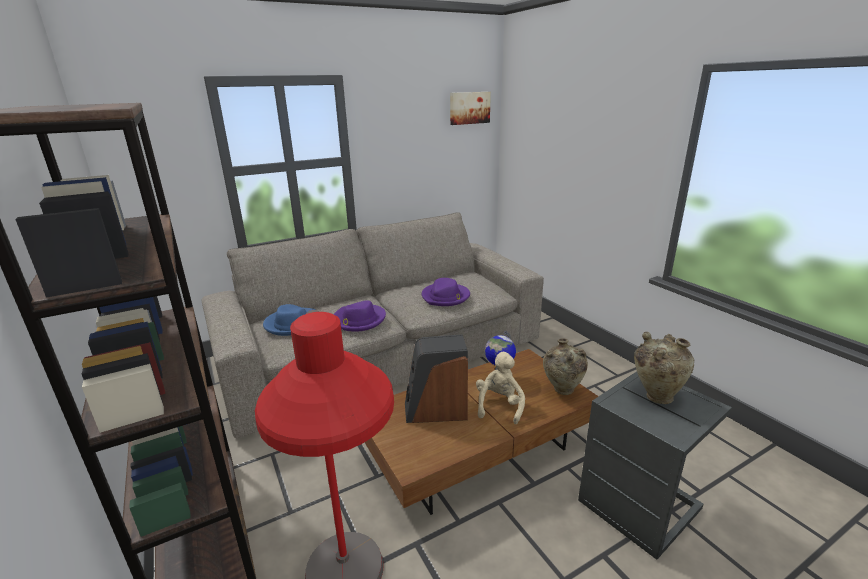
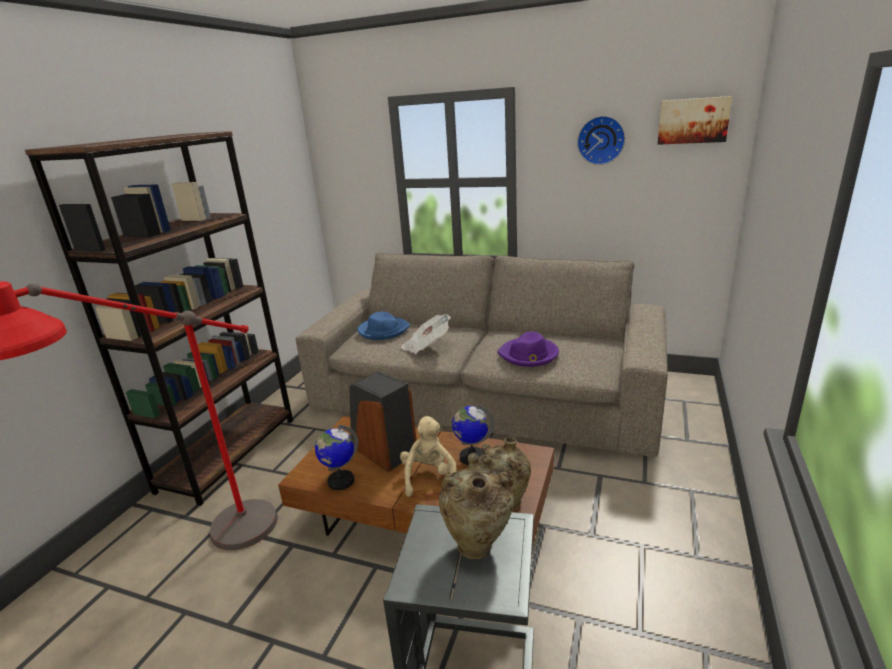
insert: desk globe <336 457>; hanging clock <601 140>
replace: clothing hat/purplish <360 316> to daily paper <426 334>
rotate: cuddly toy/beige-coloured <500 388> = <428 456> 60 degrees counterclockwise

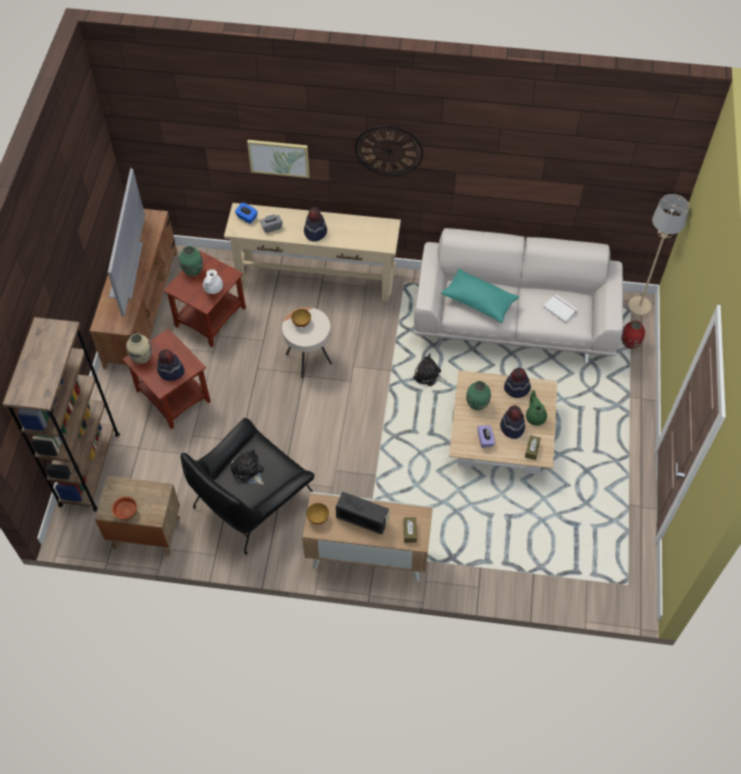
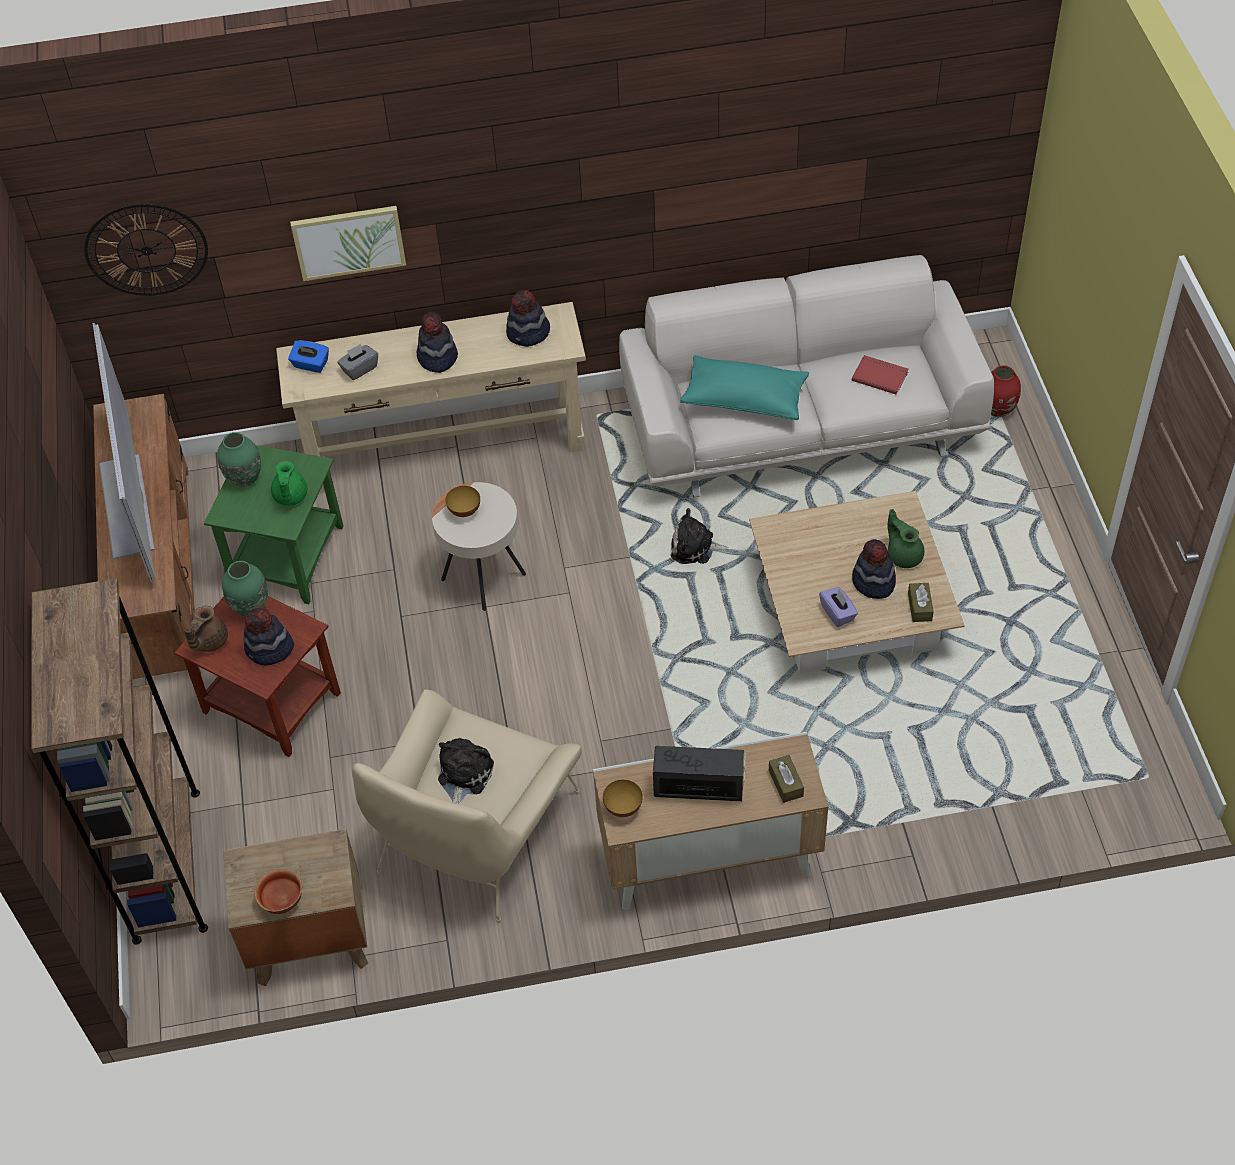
delete: floor lamp/beige-coloured <658 255>
move: hanging clock <389 151> to <146 250>; decorative vase/greenish <478 395> to <245 588>; clothing hat <517 383> to <528 318>
replace: decorative vase/beige-coloured <139 349> to teapot/brown-coloured <206 629>
recolor: side table/brown-coloured <204 299> to side table/greenish <274 524>; teapot/whitish <213 281> to teapot/greenish <289 483>; easy chair/black-coloured <247 486> to easy chair/beige-coloured <467 806>; volume/whitish <560 308> to volume/red <880 375>
rotate: cuddly toy <247 467> = <466 771> 75 degrees clockwise

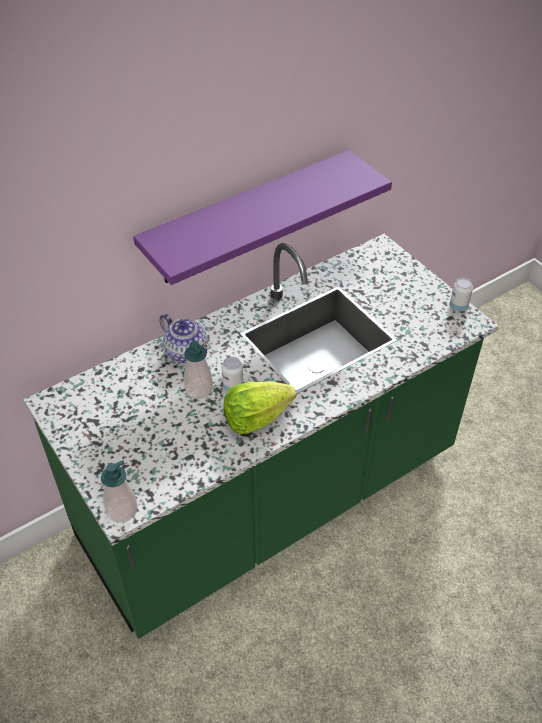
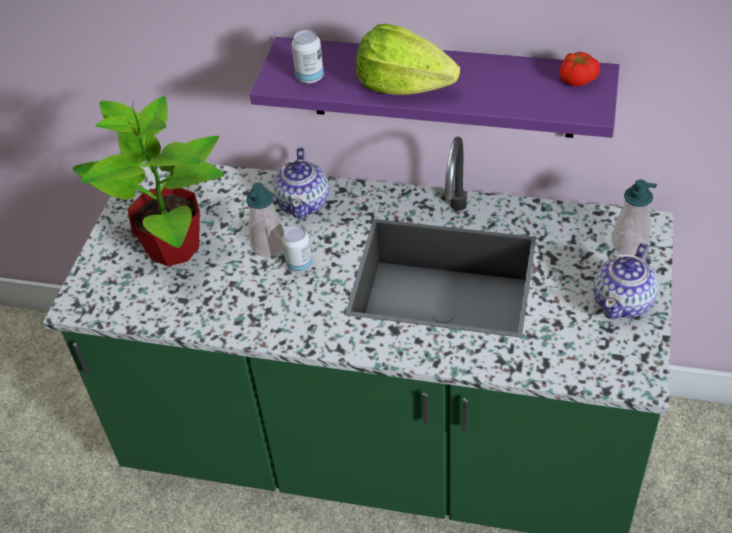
insert: potted plant <149 181>; tomato <579 69>; teapot <626 281>
move: metal can <461 295> to <308 57>; head of lettuce <260 407> to <408 59>; soap dispenser <119 491> to <634 218>

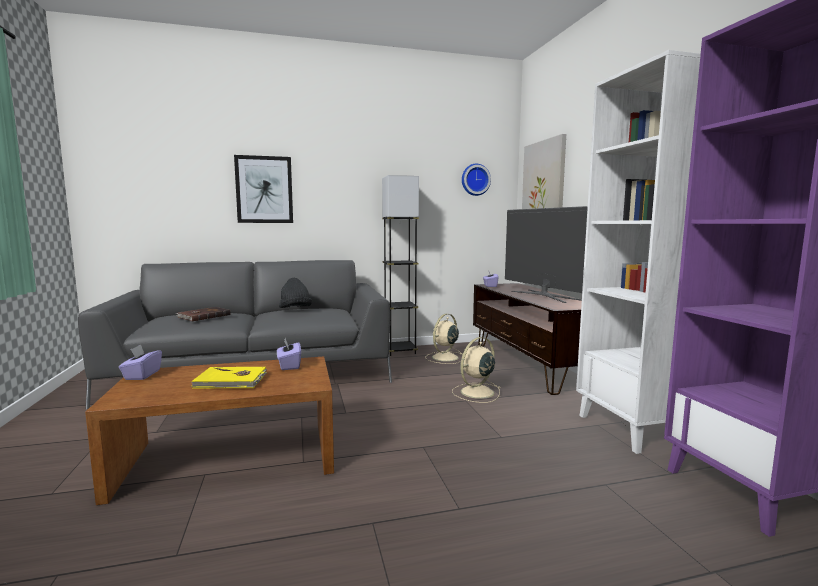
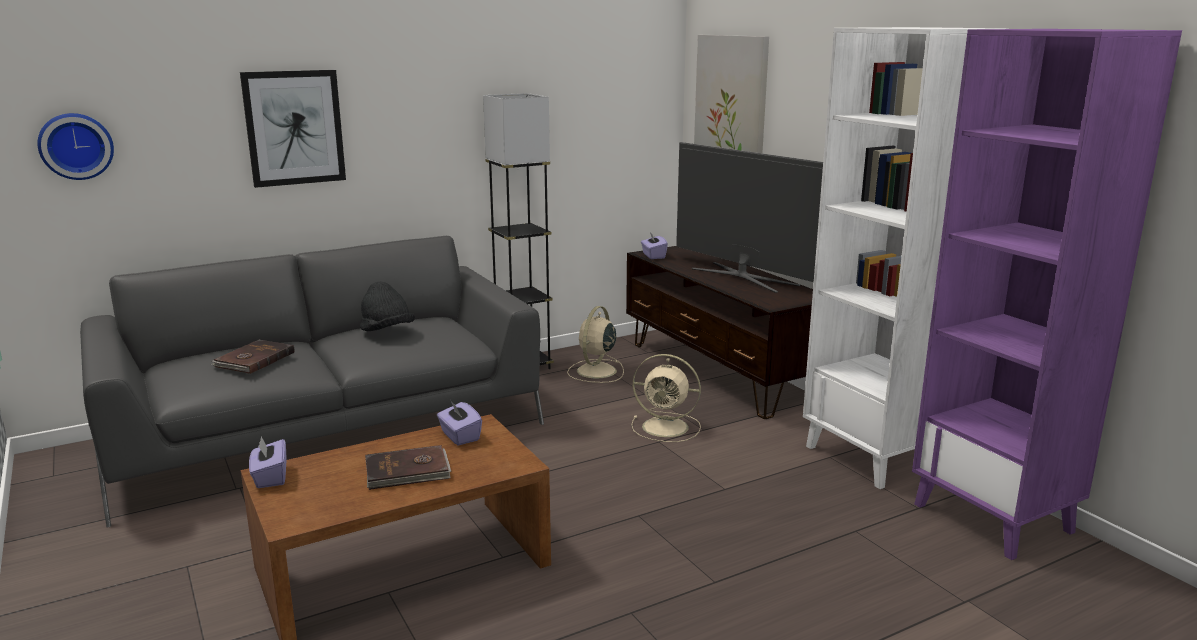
move: hanging clock <476 180> to <75 146>
recolor: volume/yellow <229 378> to volume/brown-coloured <408 467>
rotate: electric fan/beige-coloured <476 370> = <666 398> 105 degrees counterclockwise

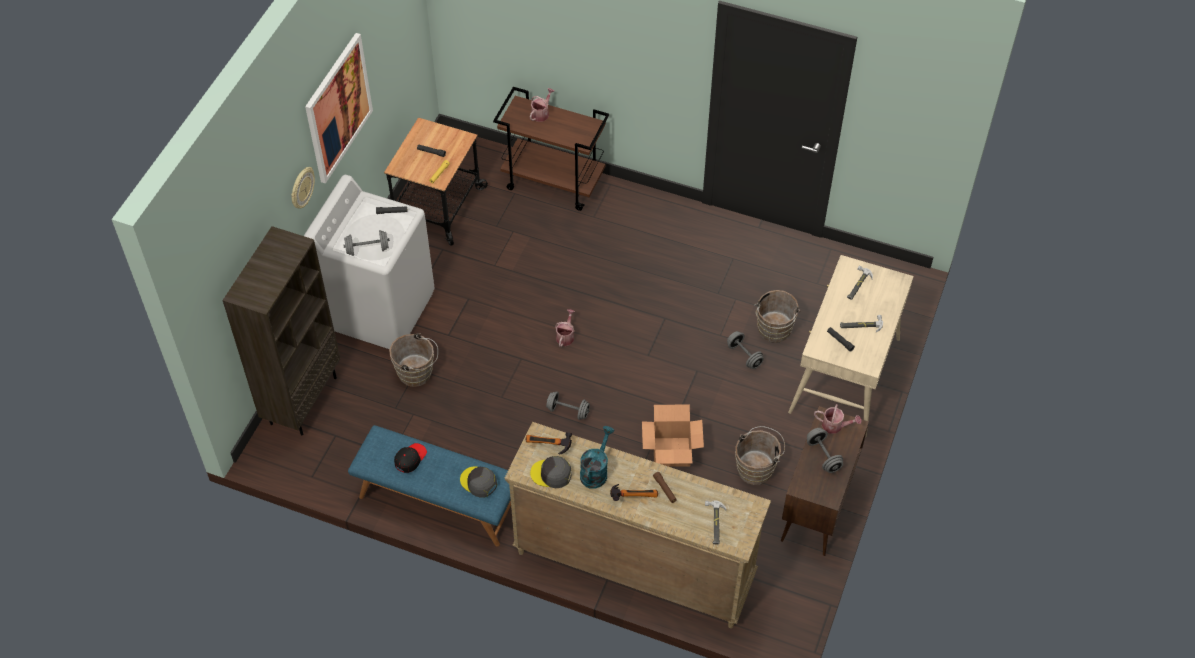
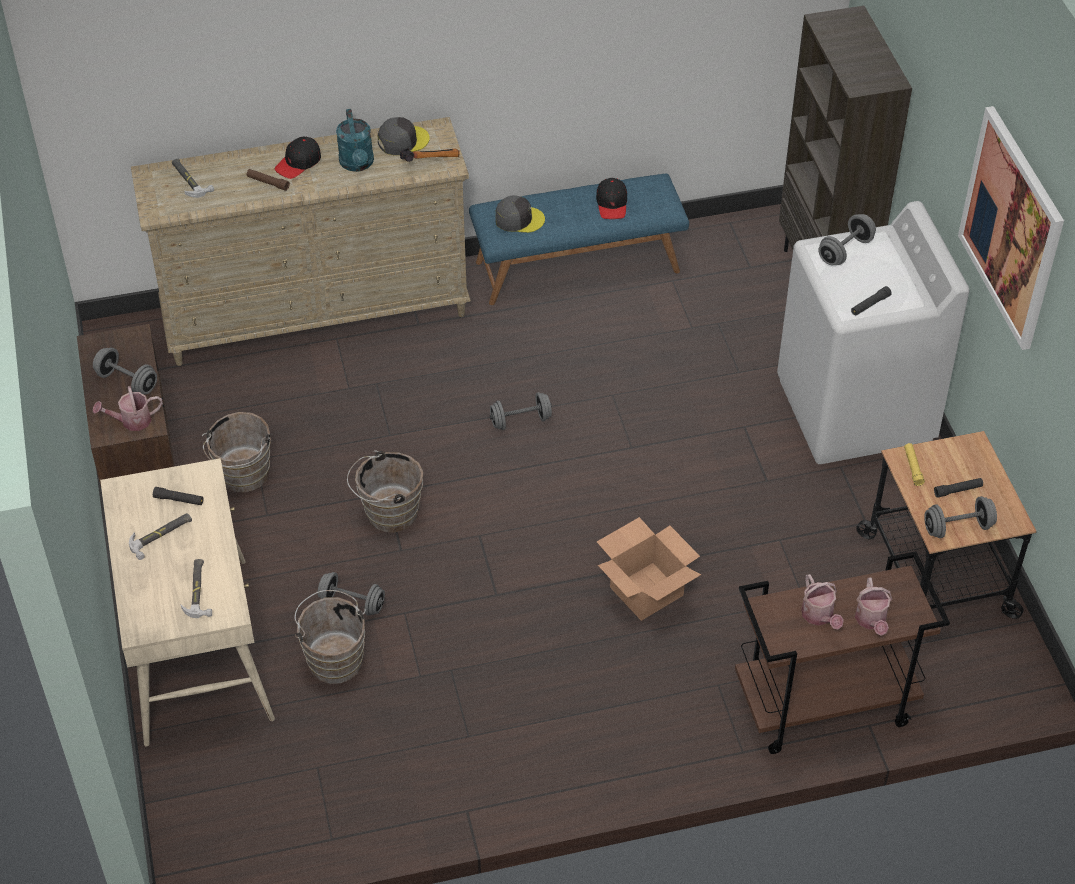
delete: hanging clock <303 188>
insert: dumbbell/gray <960 517>
move: pail/brown-coloured <413 360> to <385 491>; carton <673 435> to <649 569>; watering pot <565 328> to <822 601>
replace: hand hammer <634 492> to cap/black-coloured <298 157>

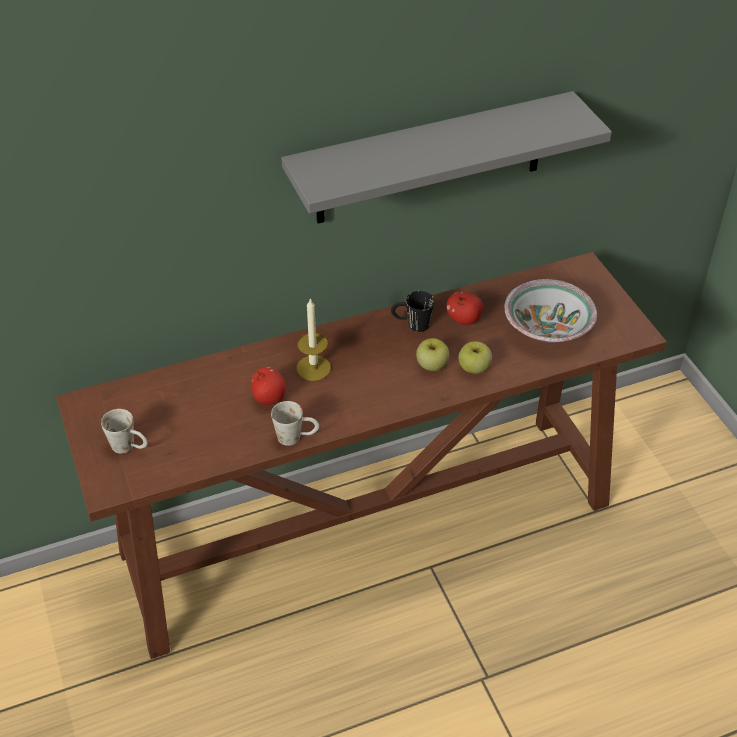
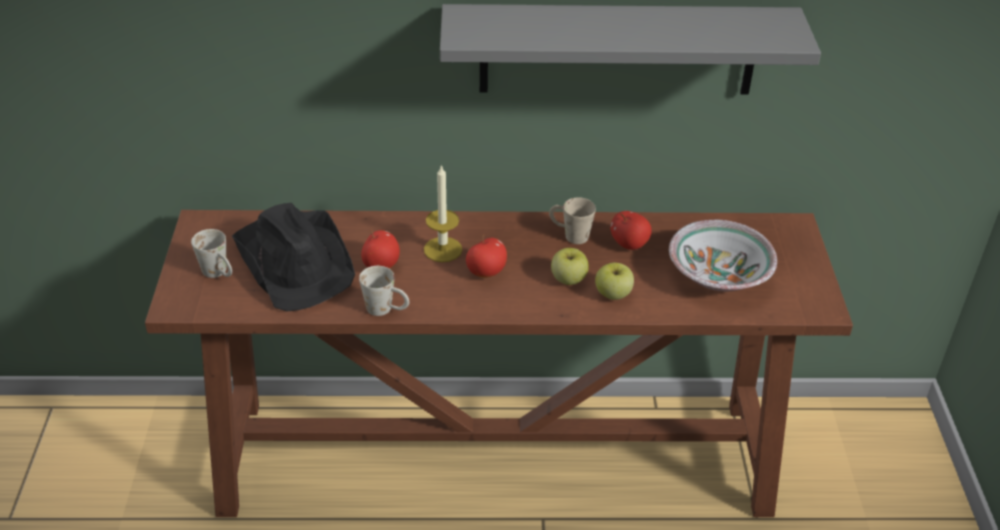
insert: clothing hat/black-coloured <293 257>; apple fruit <486 256>
recolor: coffee mug/black-coloured <412 311> to coffee mug/beige-coloured <572 220>

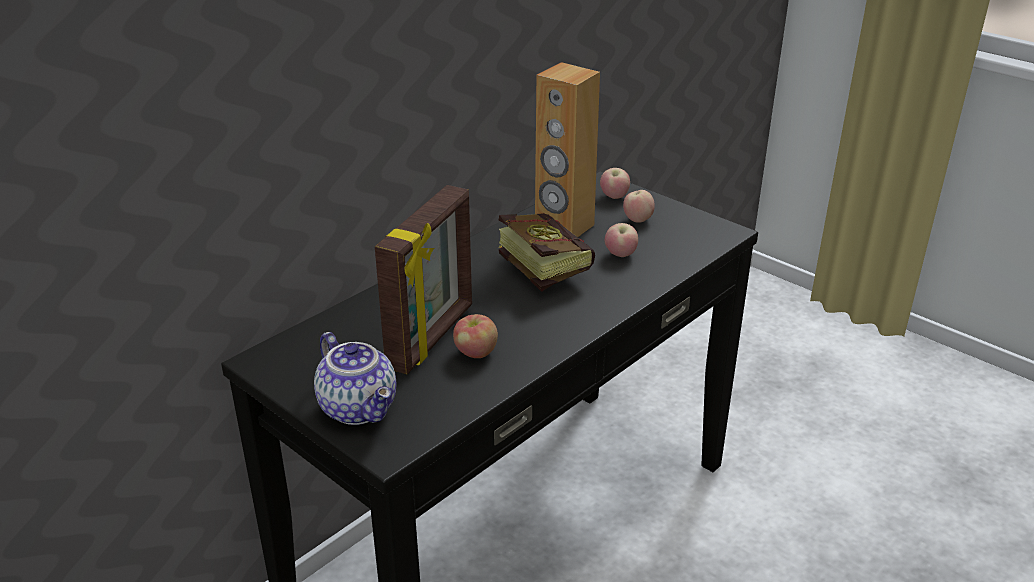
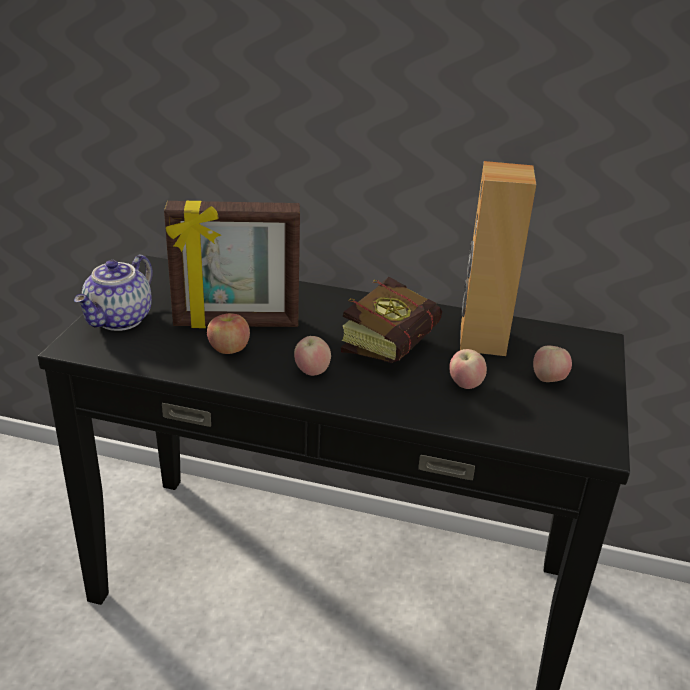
move: apple fruit <615 183> to <312 356>

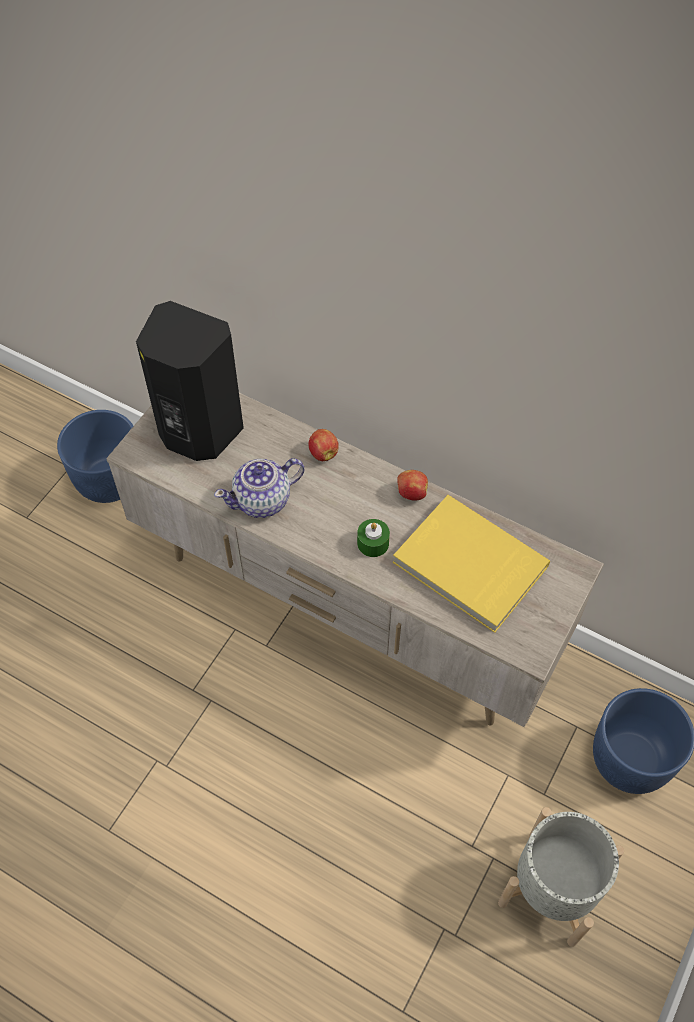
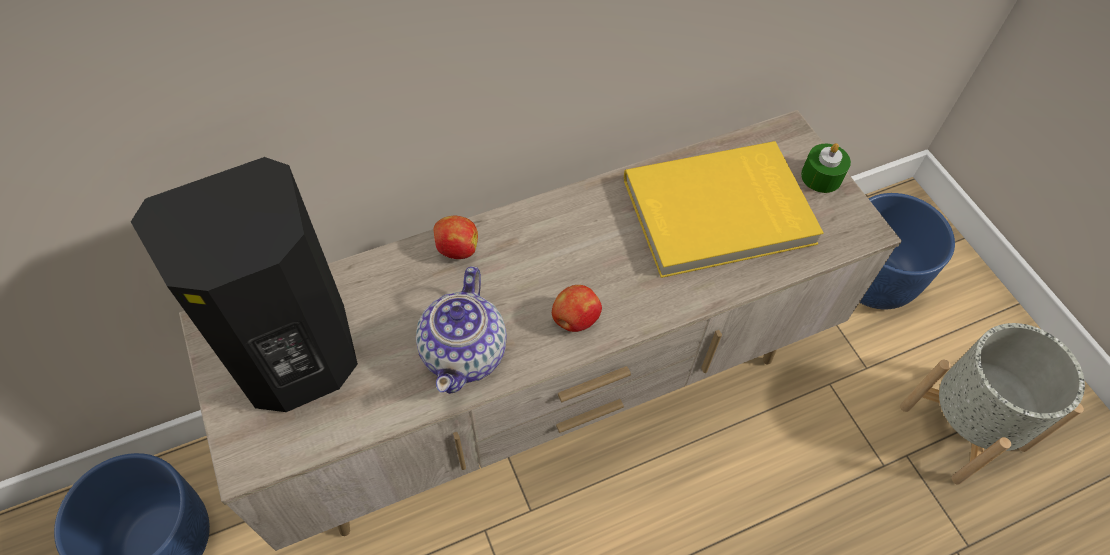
move: apple fruit <412 485> to <577 308>; candle/greenish <373 538> to <826 168>

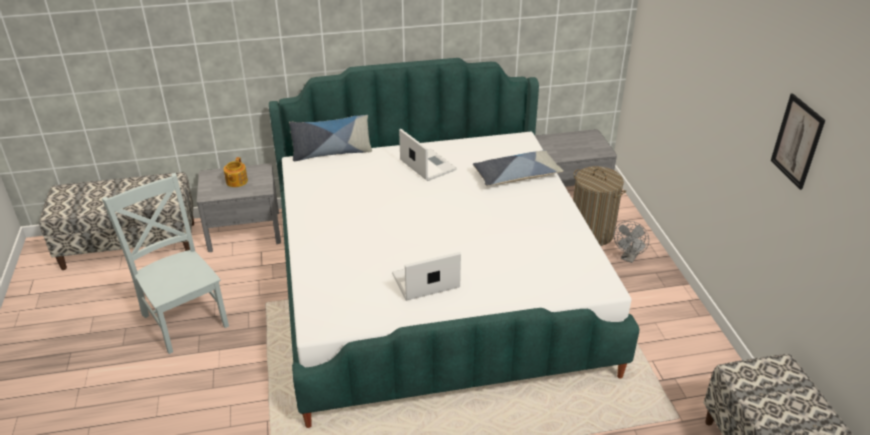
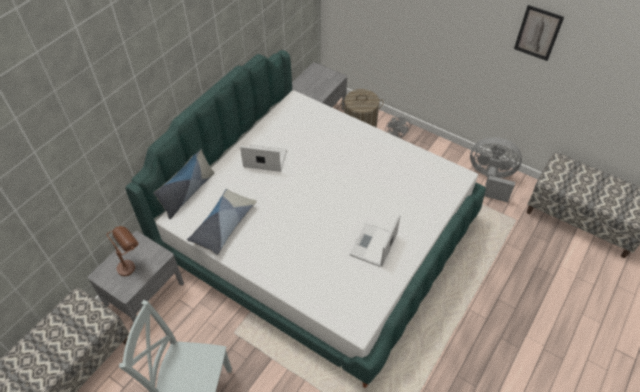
insert: electric fan/gray <496 169>
move: pillow <518 168> to <222 222>
replace: teapot <236 172> to tabletop lamp/brown-coloured <122 251>

